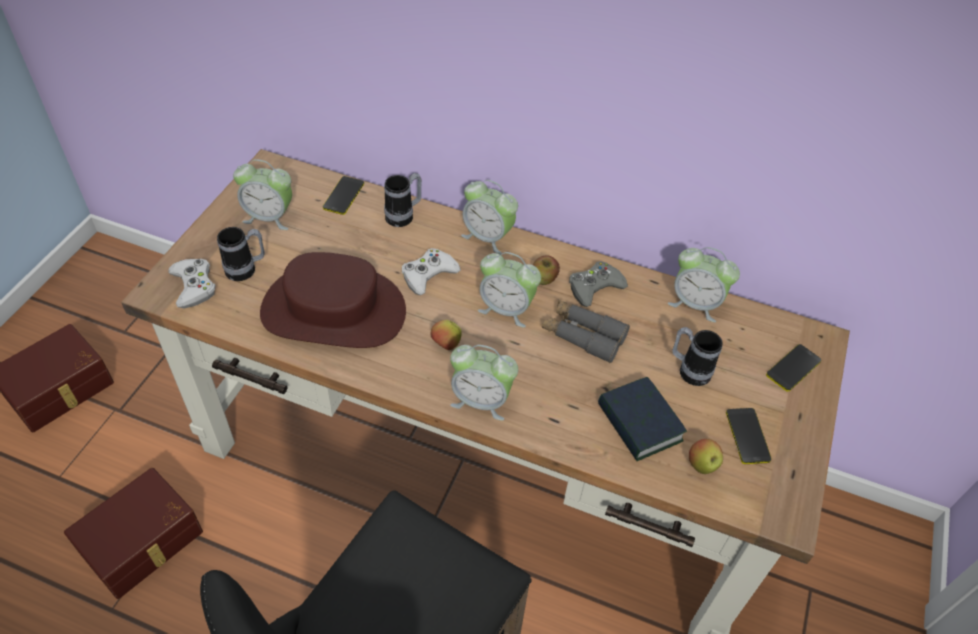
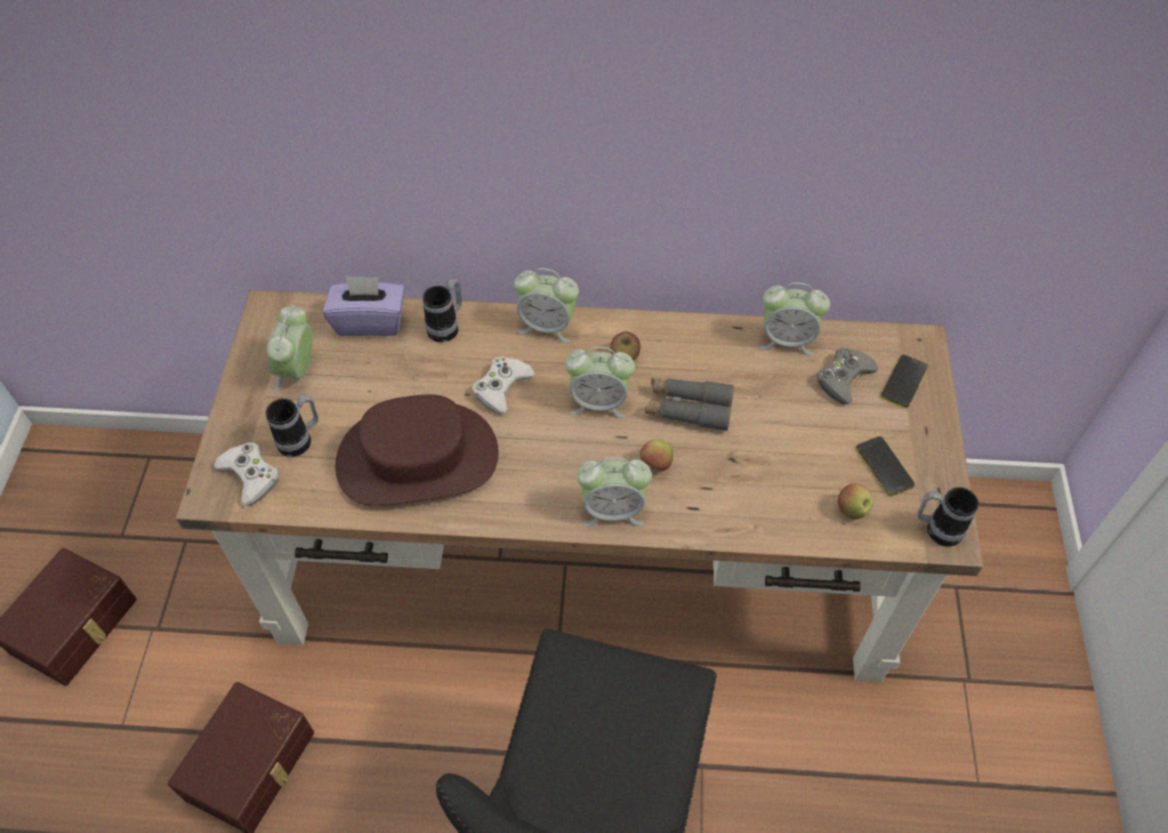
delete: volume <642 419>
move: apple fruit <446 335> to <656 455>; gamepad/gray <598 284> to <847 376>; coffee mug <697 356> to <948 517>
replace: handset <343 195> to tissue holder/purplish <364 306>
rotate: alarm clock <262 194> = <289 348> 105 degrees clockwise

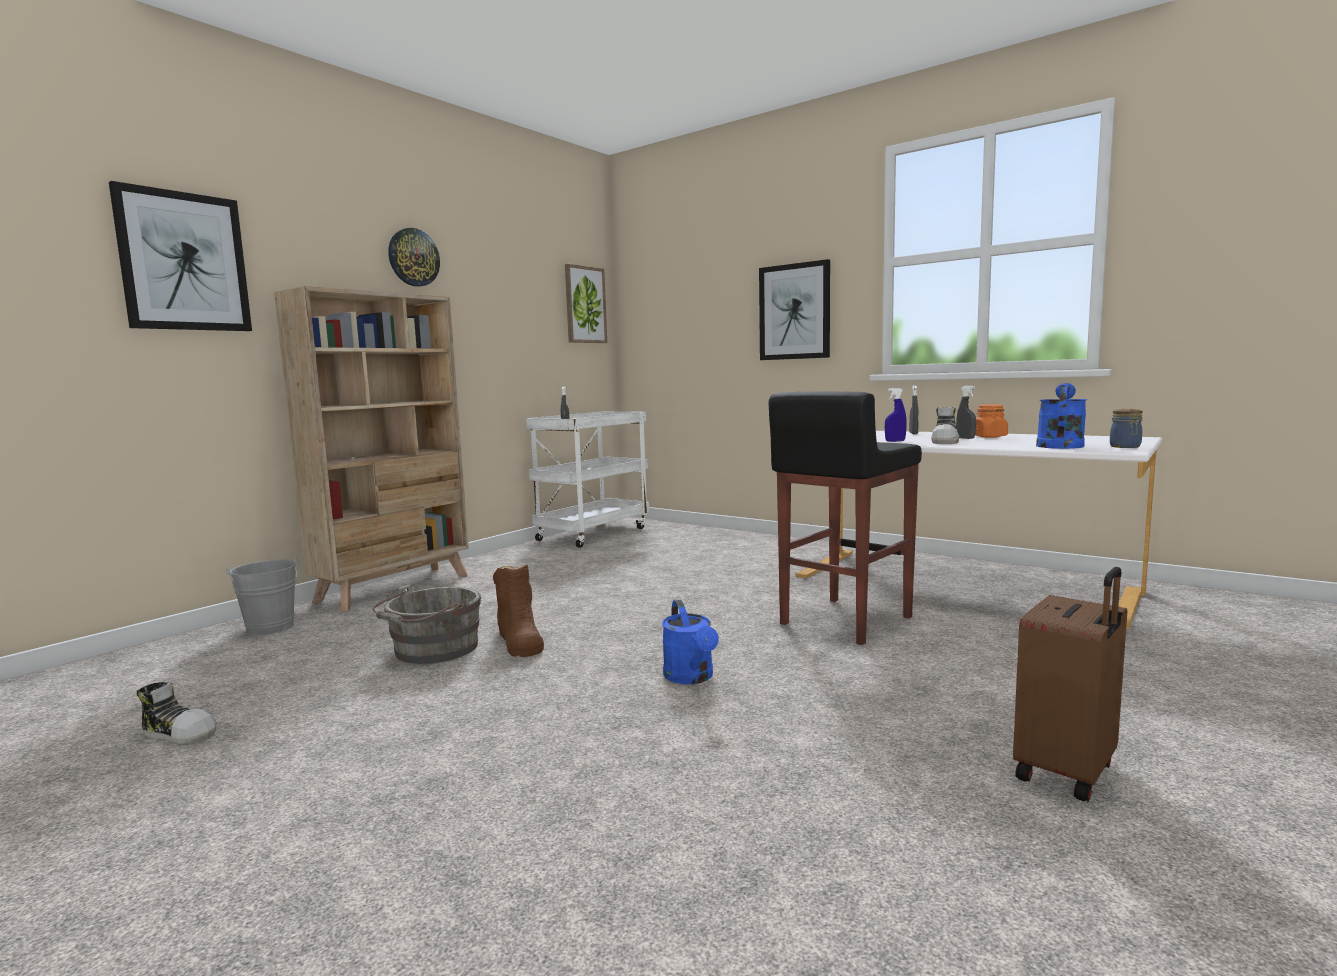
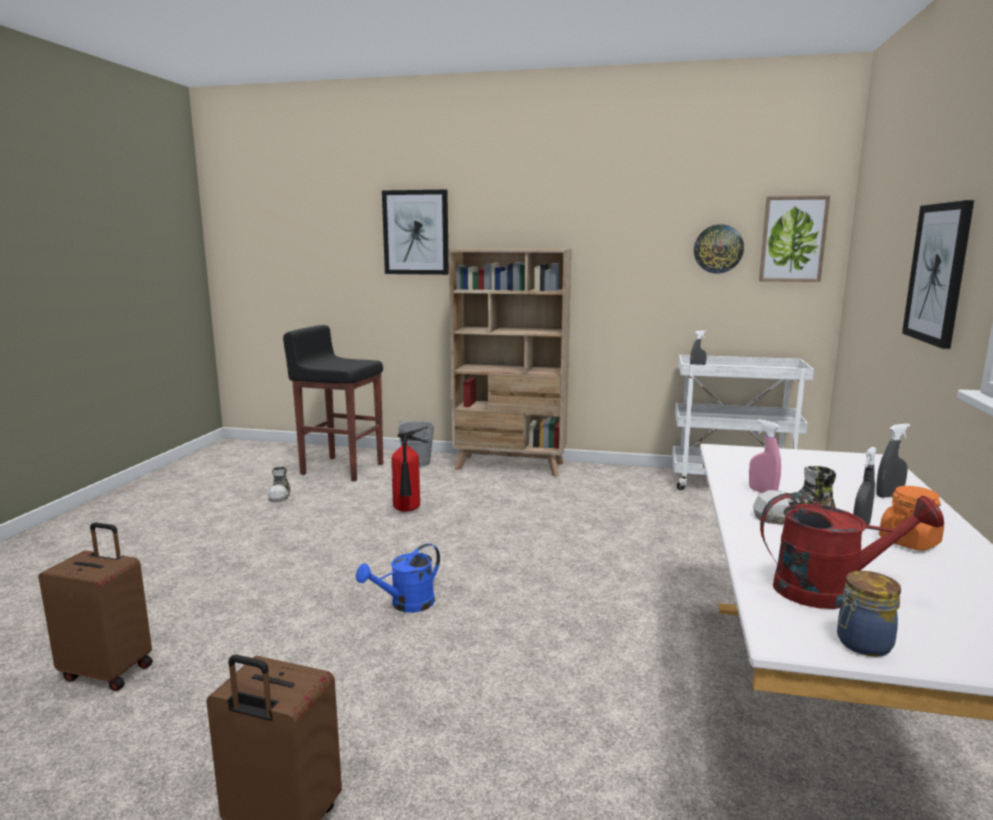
delete: high-top boot/brown-coloured <518 611>
insert: travel case/brown-coloured <96 607>
move: sitting stool/black-coloured <845 518> to <333 403>; hanging clock <414 257> to <719 248>
replace: pail/gray <426 624> to fire extinguisher <410 469>
recolor: hand sprayer/blue-coloured <896 415> to hand sprayer/pinkish <765 456>; watering pot/blue-coloured <1061 416> to watering pot/red <852 551>

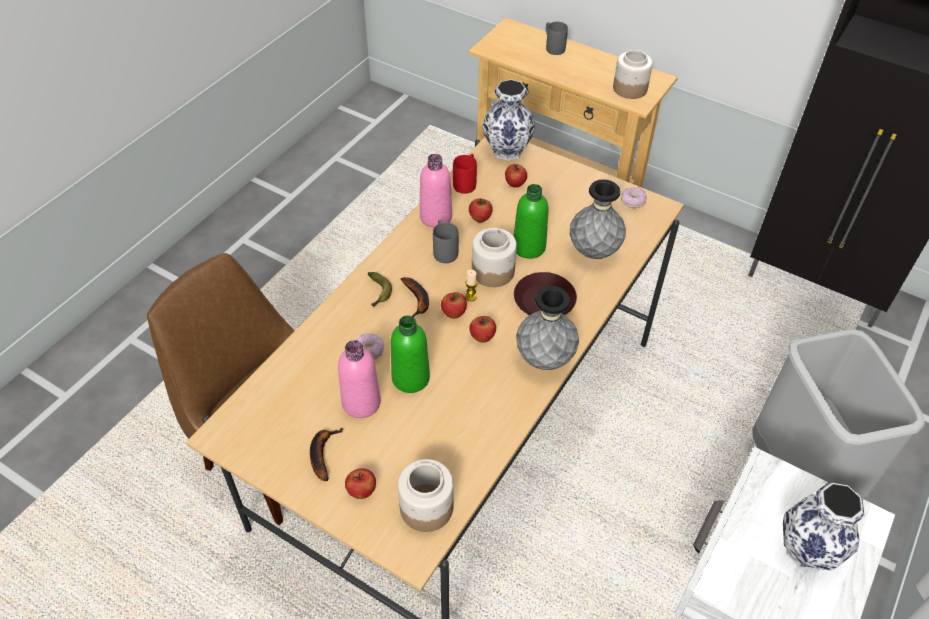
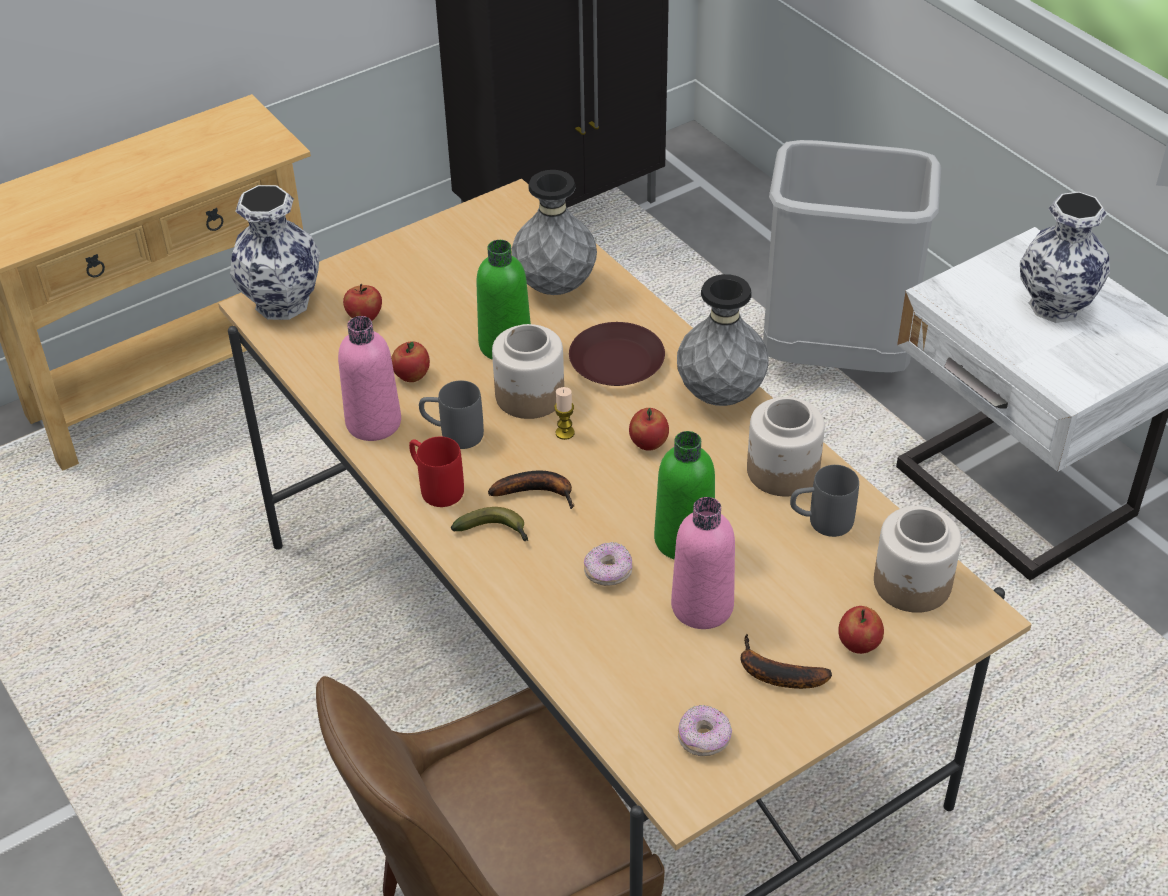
delete: apple fruit <454 305>
move: coffee mug/red <465 174> to <436 472>; donut <634 197> to <705 730>; preserve jar <633 74> to <786 446>; coffee mug/gray <557 38> to <824 501>

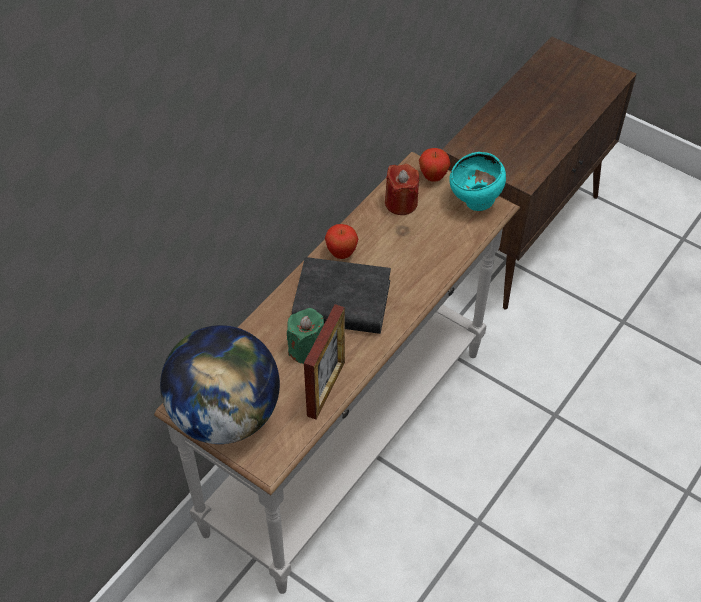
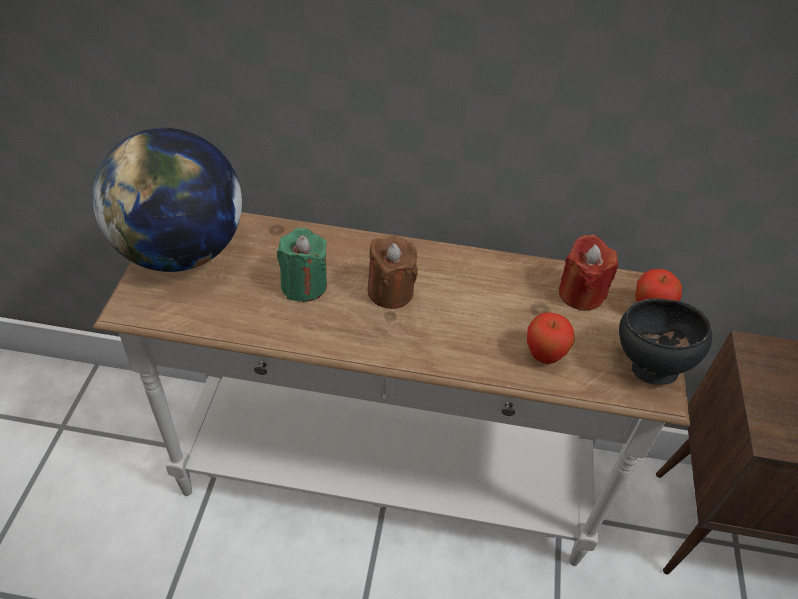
delete: picture frame <324 361>
move: apple fruit <341 241> to <551 338>
replace: volume/black-coloured <341 295> to candle/brown-coloured <392 272>
recolor: deep dish/turquoise <477 181> to deep dish/black-coloured <665 341>

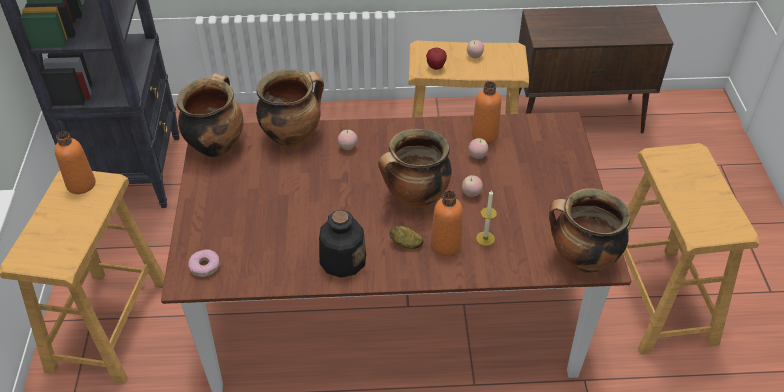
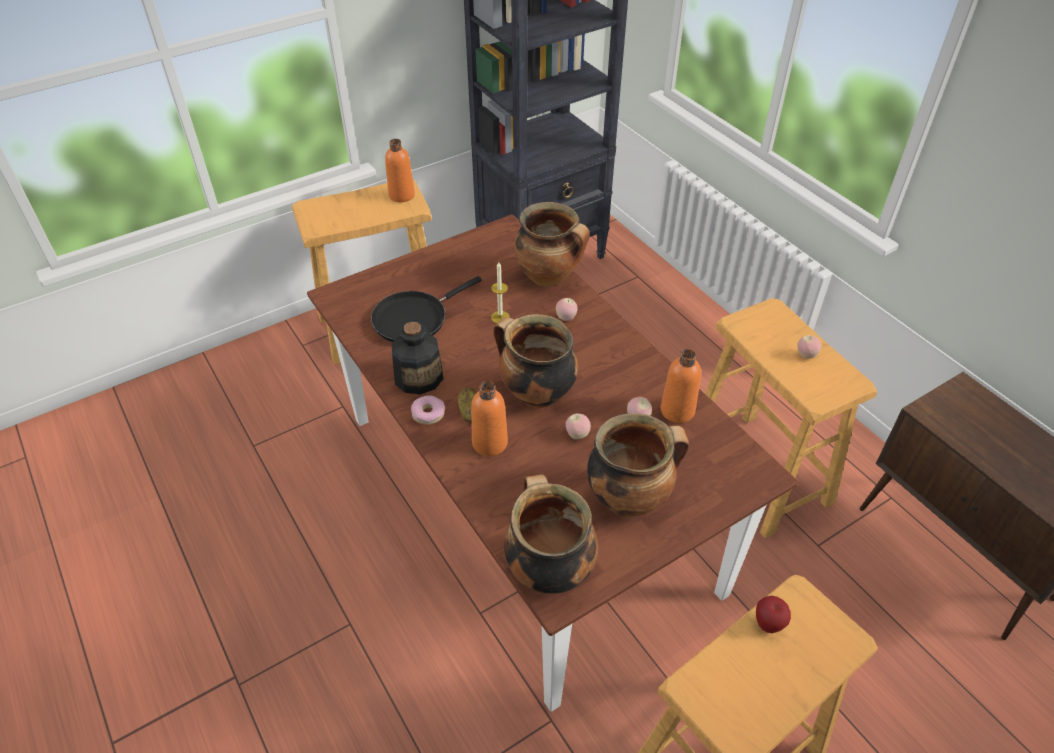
insert: frying pan/black-coloured <426 309>
move: donut <204 263> to <428 410>; candle <486 217> to <500 292>; stockpot <210 115> to <638 465>; apple fruit <436 58> to <773 614>

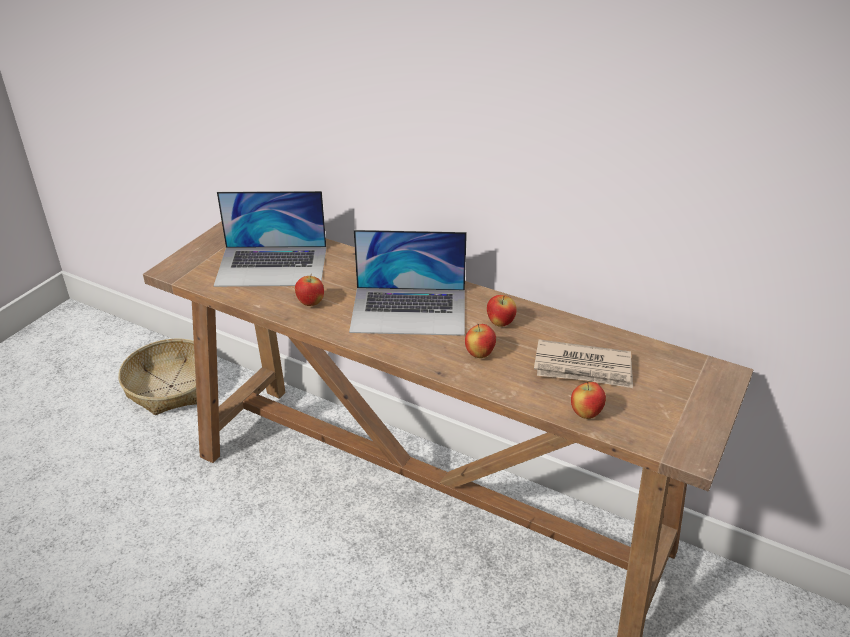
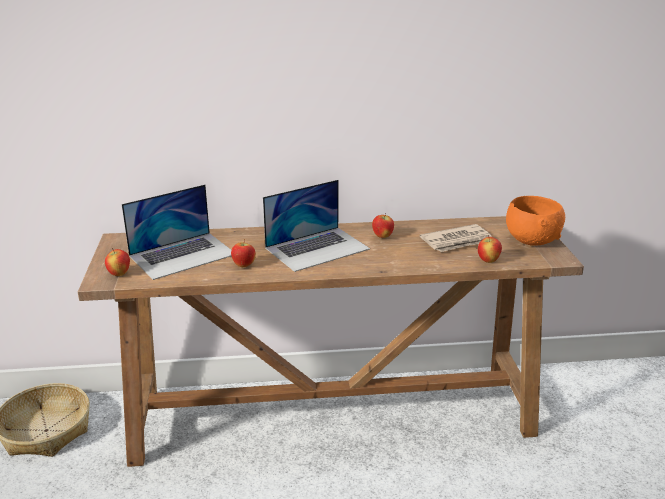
insert: deep dish/orange <535 221>
move: apple fruit <480 341> to <117 262>

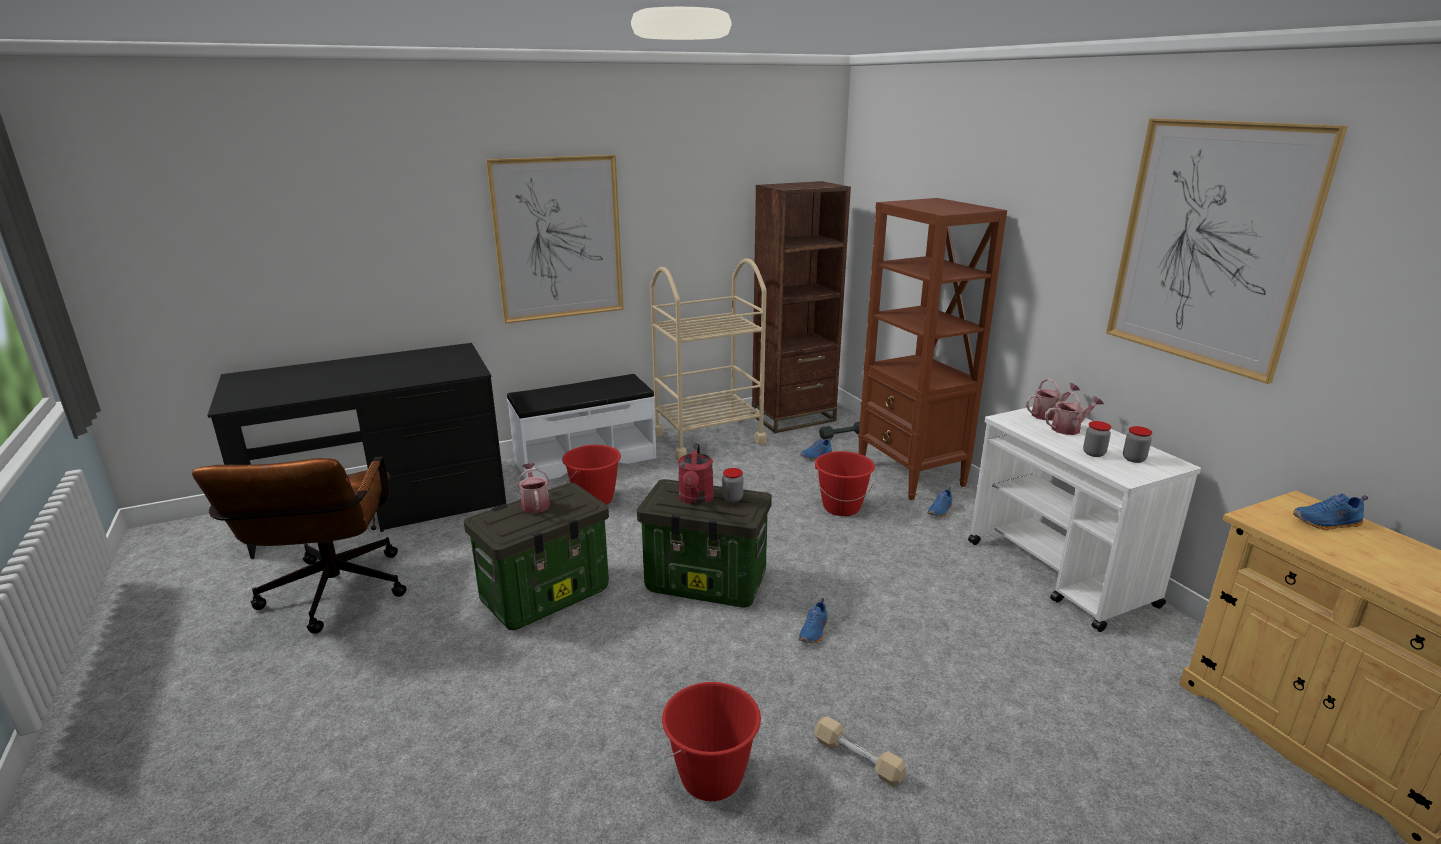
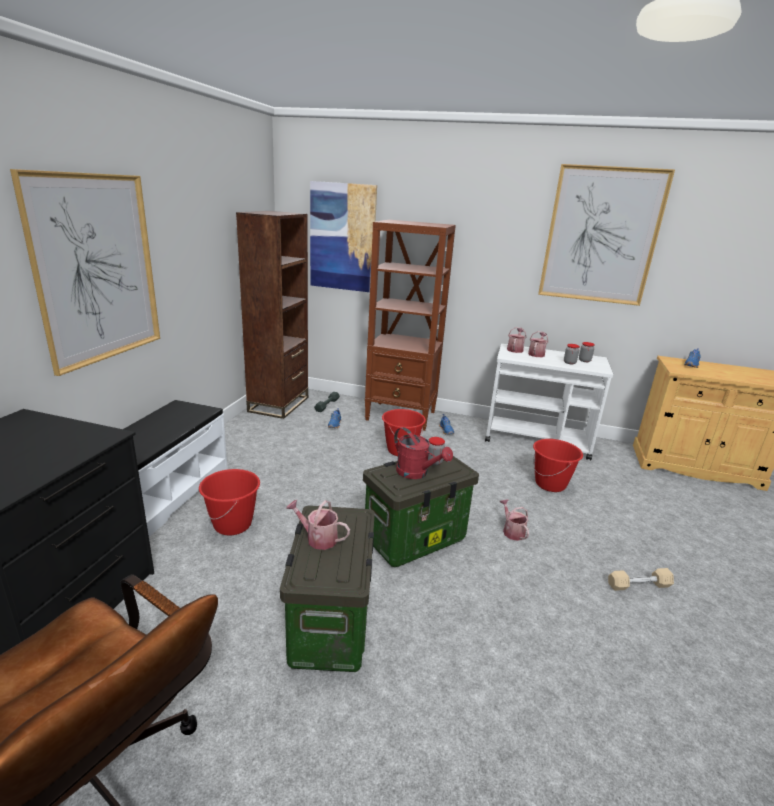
delete: trolley/beige-coloured <708 359>
insert: wall art <343 236>
move: pail/red <711 741> to <558 465>
replace: shoe/blue-coloured <813 621> to watering pot <514 520>

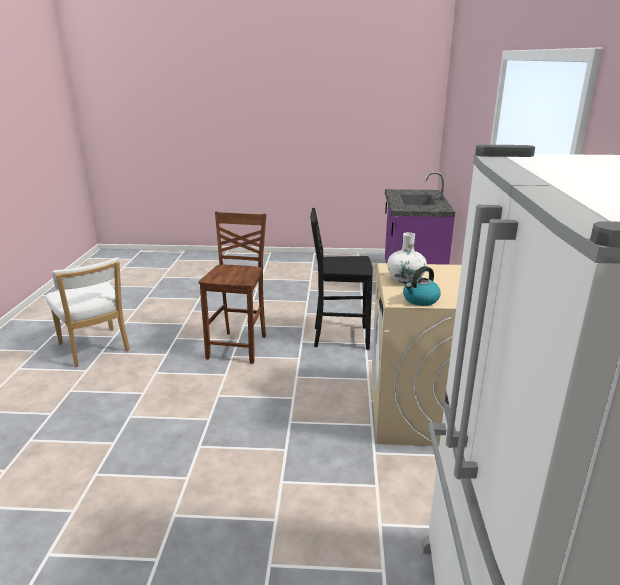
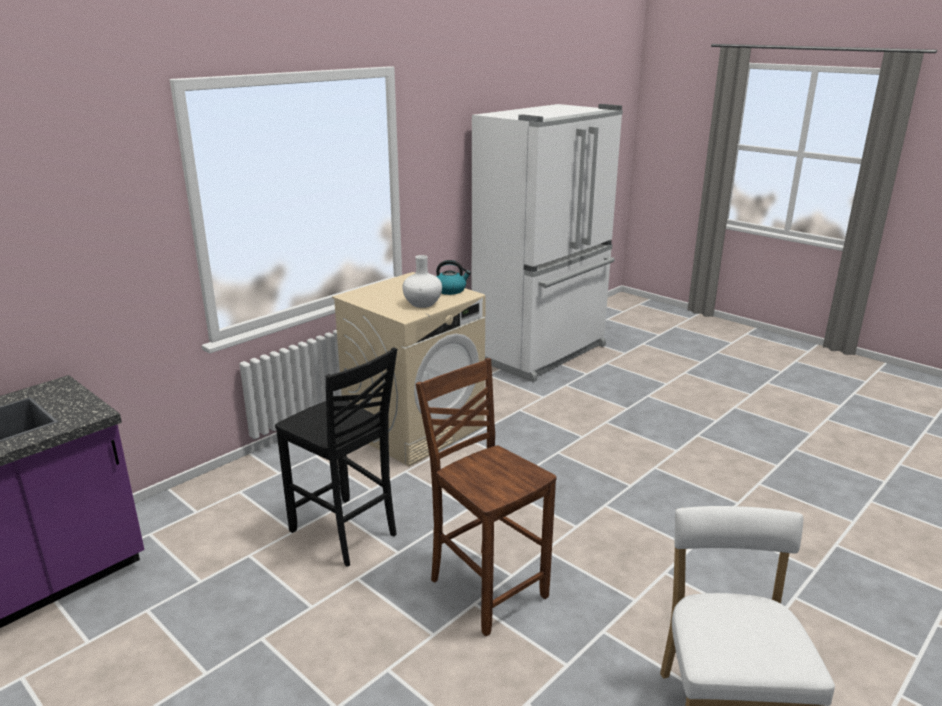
rotate: chair/brown-coloured <233 287> = <486 497> 90 degrees clockwise

